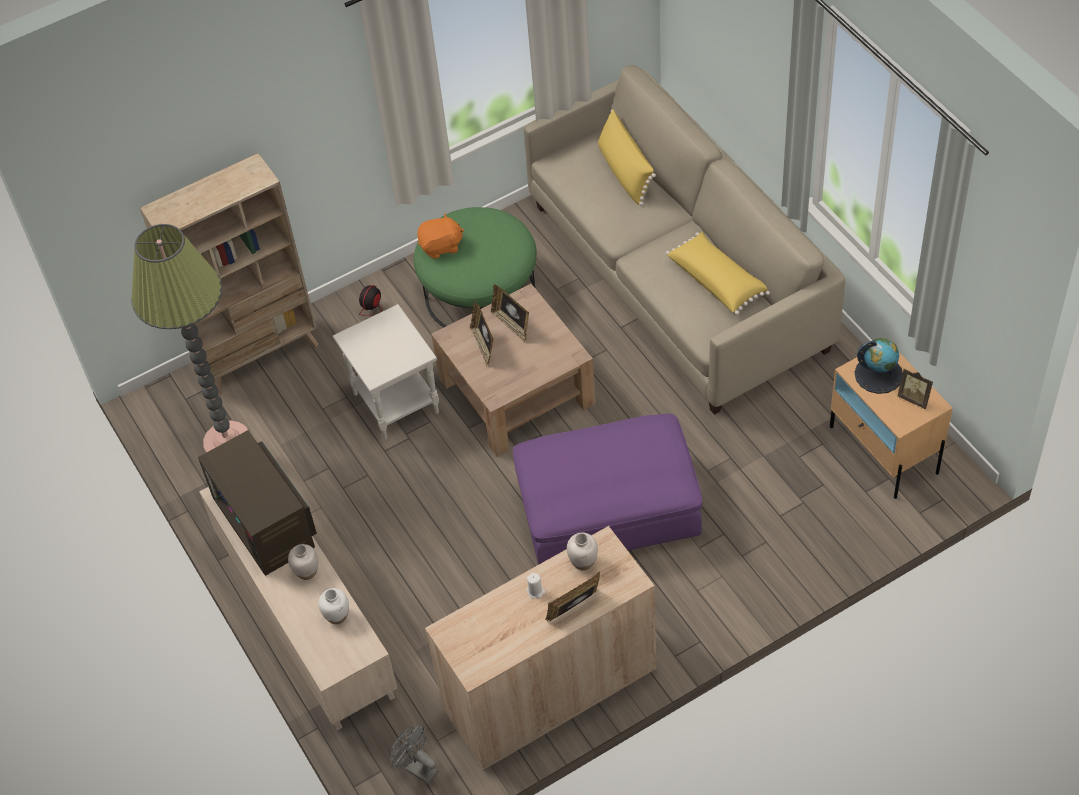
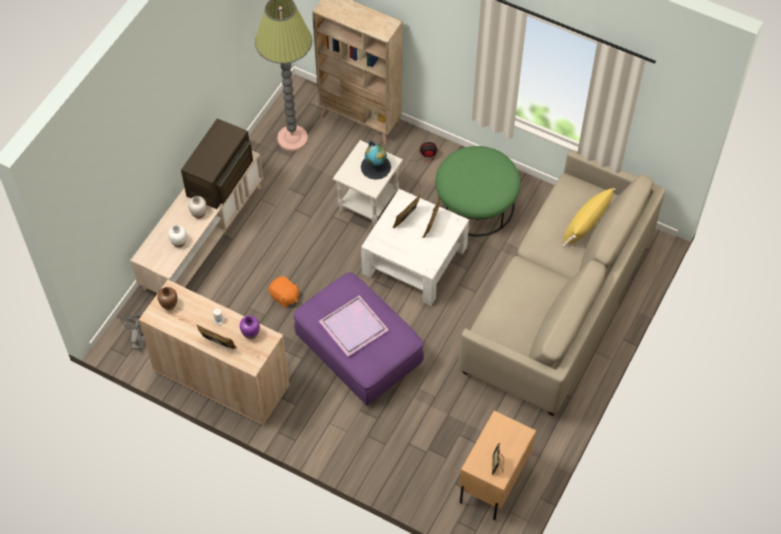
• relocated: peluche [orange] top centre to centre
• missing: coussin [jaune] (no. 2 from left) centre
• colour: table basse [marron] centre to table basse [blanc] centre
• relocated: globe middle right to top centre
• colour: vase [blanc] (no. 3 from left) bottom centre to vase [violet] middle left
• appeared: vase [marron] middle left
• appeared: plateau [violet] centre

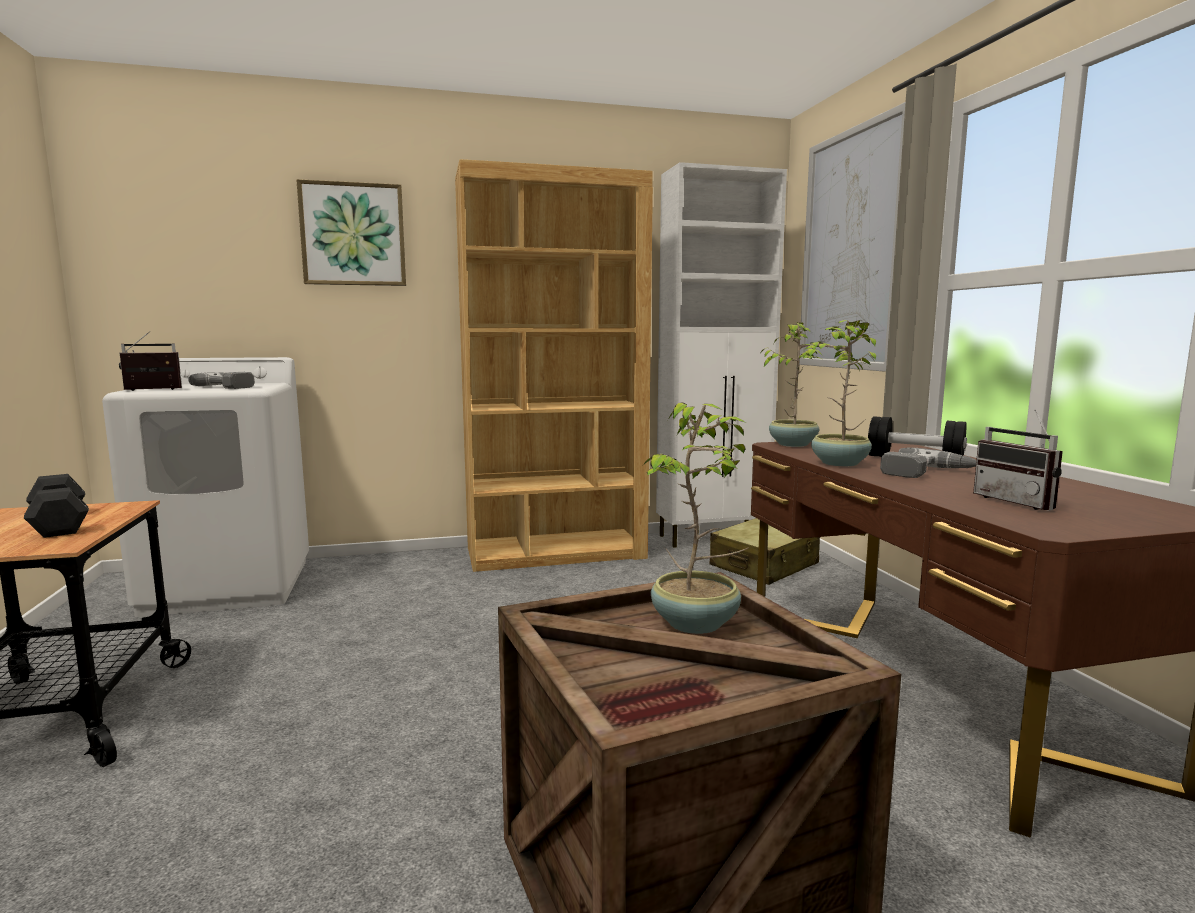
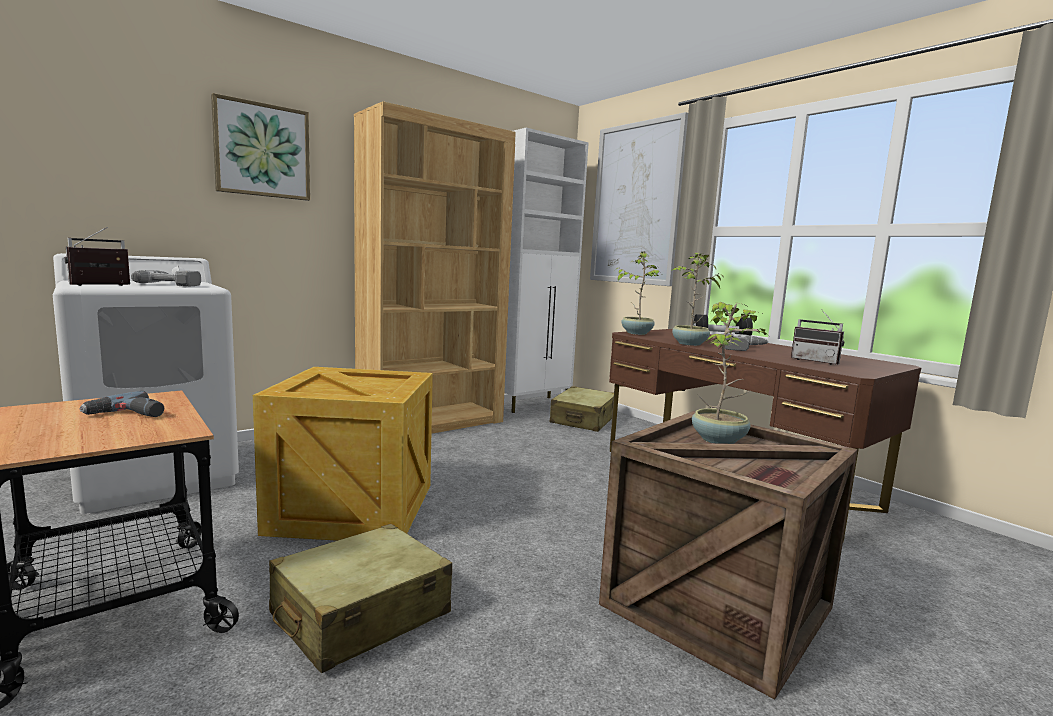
• exchanged: haltère [noir] (no. 1 from left) middle left to perceuse (no. 1 from left) middle left
• appeared: caisse (no. 1 from left) middle left
• appeared: valise [beige] (no. 1 from left) bottom centre

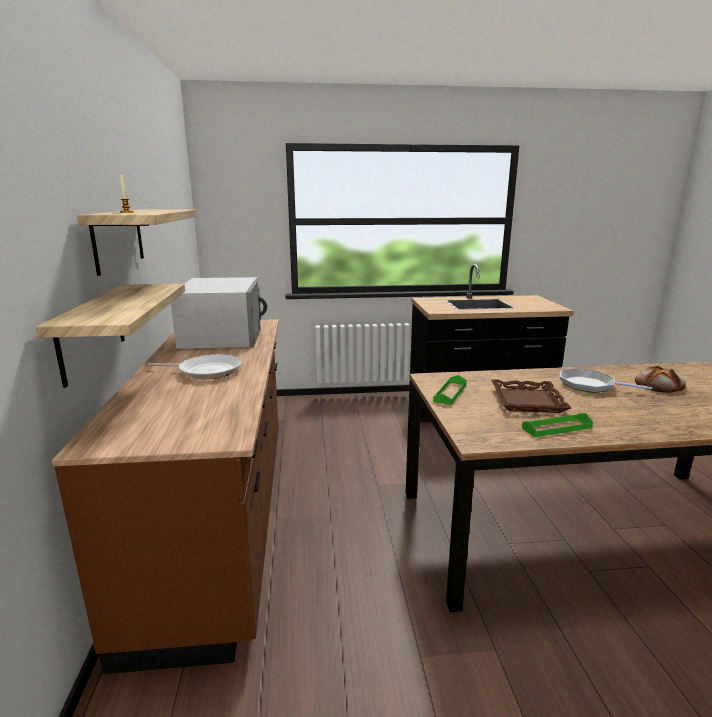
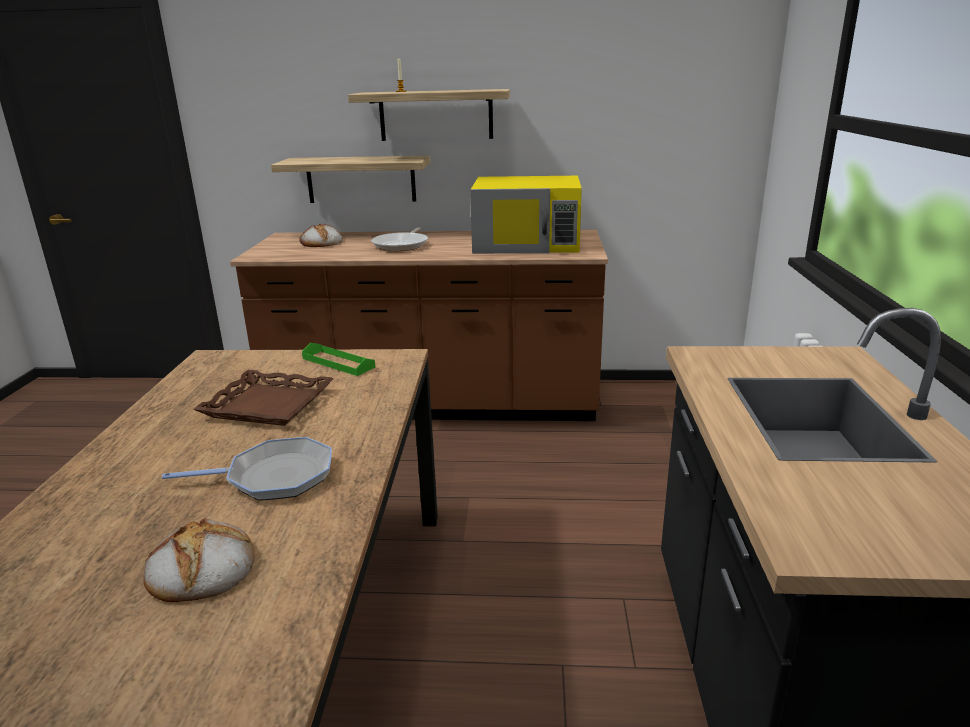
• colour: micro-ondes [blanc] middle left to micro-ondes [jaune] top centre
• spun: poêle (no. 2 from left in the first image) middle right = middle left 45 degrees clockwise
• missing: plateau [vert] (no. 2 from left) middle right
• appeared: pain (no. 2 from left) top left

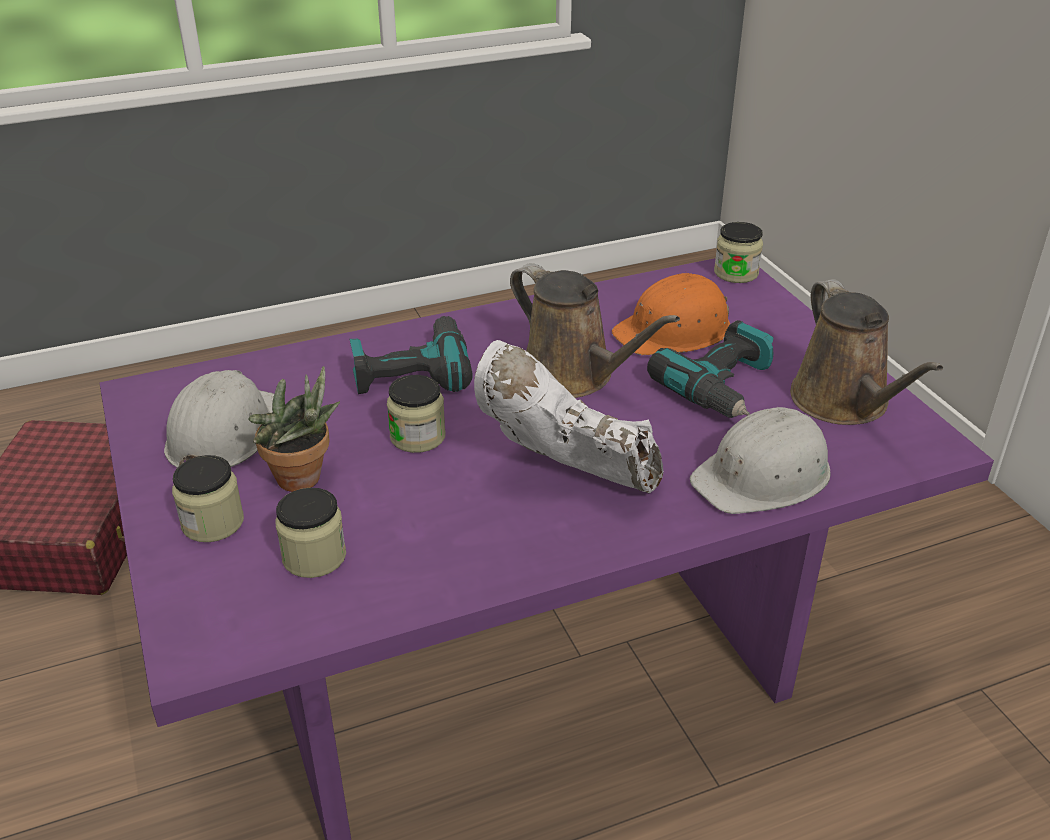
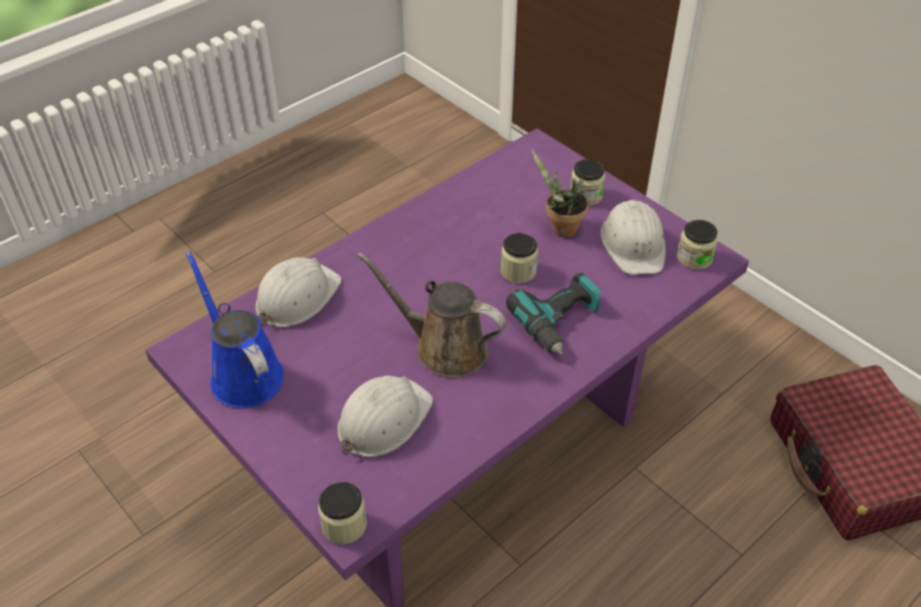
• colour: casque de chantier [orange] centre to casque de chantier [blanc] (no. 2 from left) bottom centre
• colour: arrosoir [marron] (no. 2 from left) middle right to arrosoir [bleu] middle left
• missing: perceuse (no. 2 from left) middle right
• missing: botte [blanc] centre
• relocated: bocal (no. 2 from left in the first image) middle left to bocal (no. 4 from left) middle right

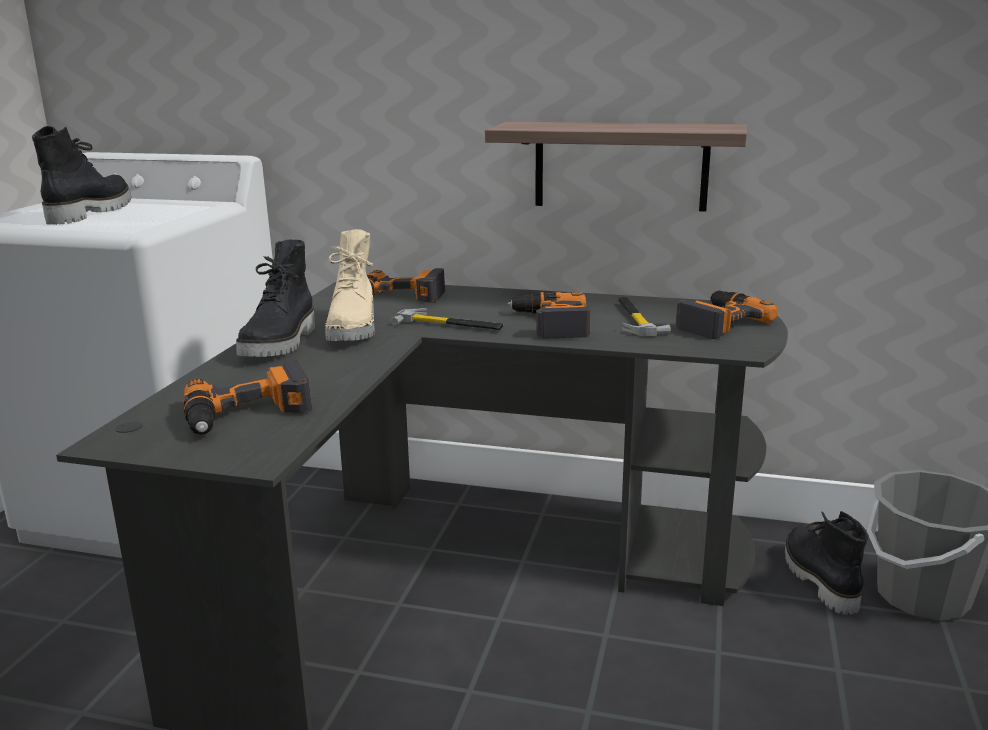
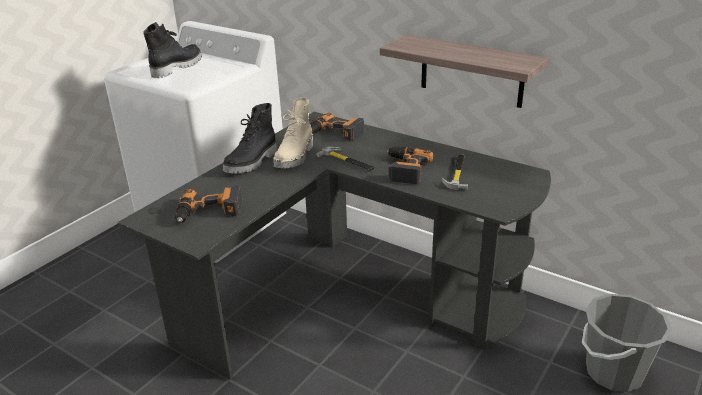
• missing: perceuse (no. 4 from left) middle right
• missing: botte [noir] (no. 3 from left) bottom right

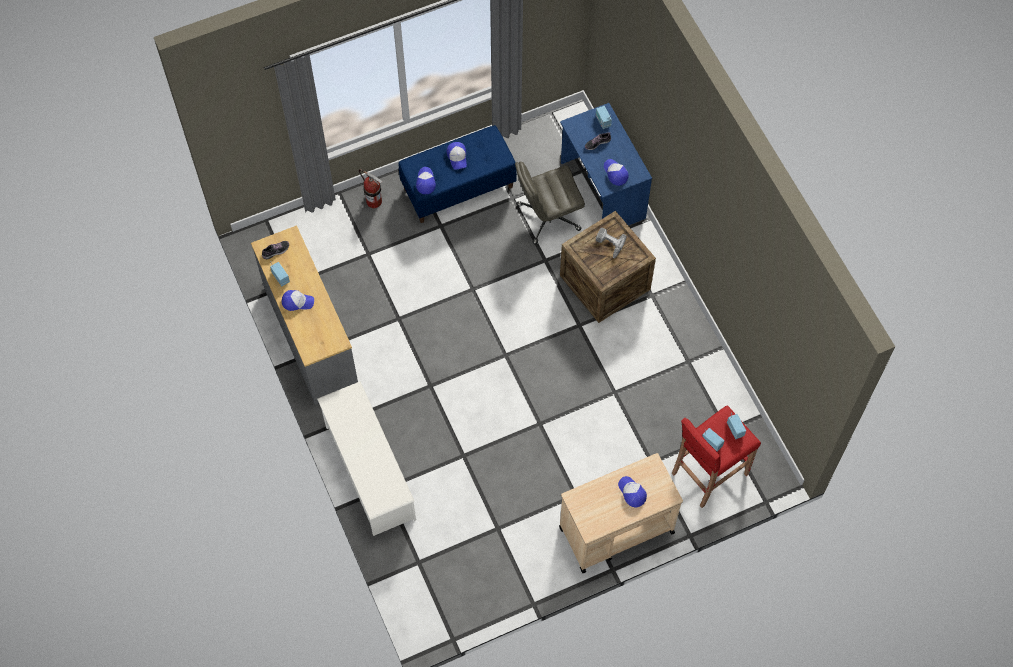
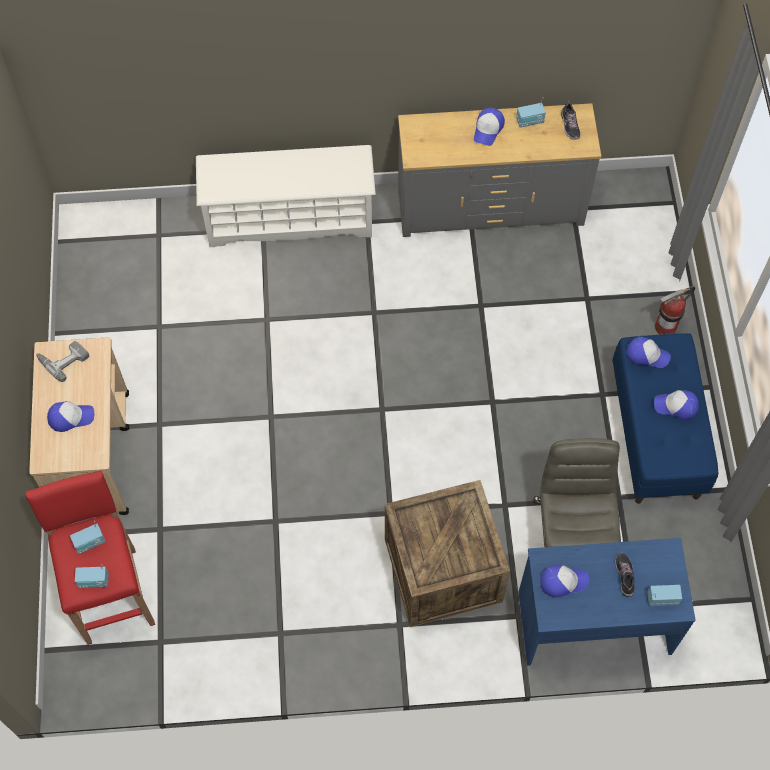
• relocated: perceuse centre to middle left

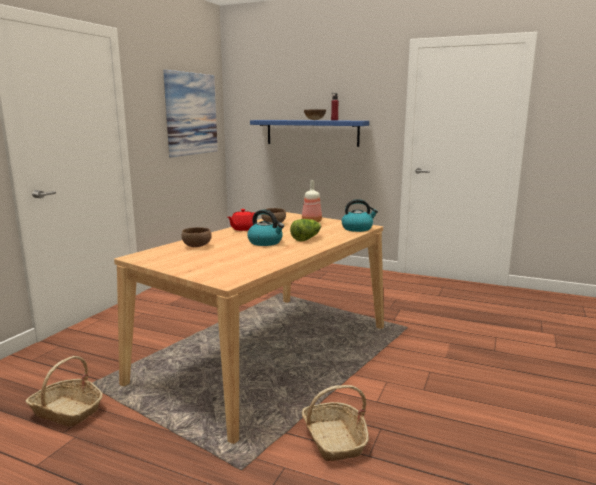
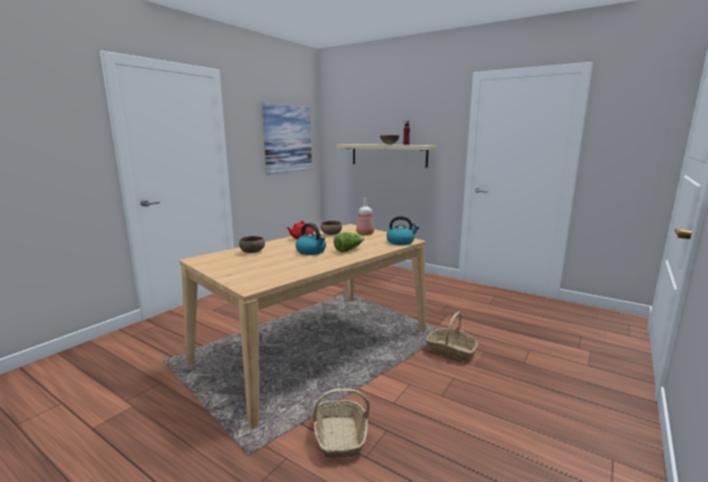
• colour: étagère [bleu] top centre to étagère [beige] top centre
• relocated: panier (no. 1 from left in the first image) bottom left to panier (no. 2 from left) bottom centre

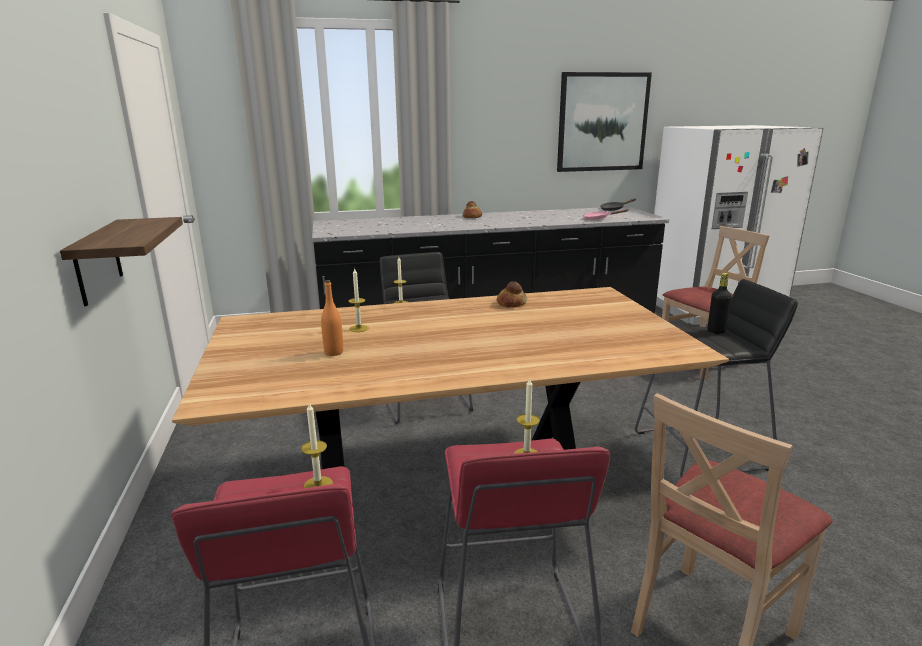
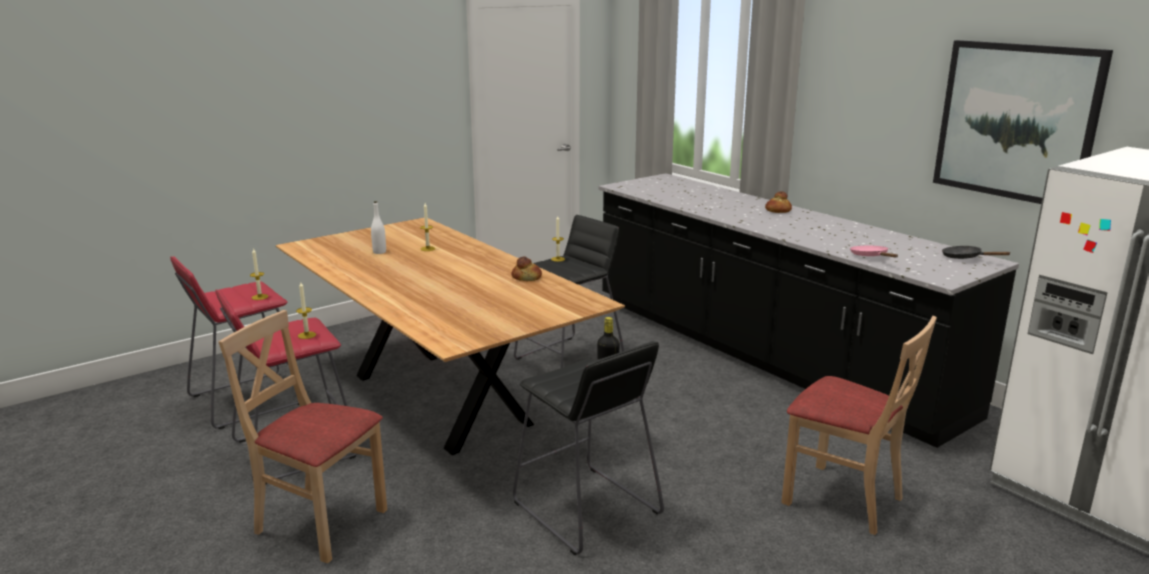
• missing: étagère middle left
• colour: bouteille [orange] centre to bouteille [blanc] middle left

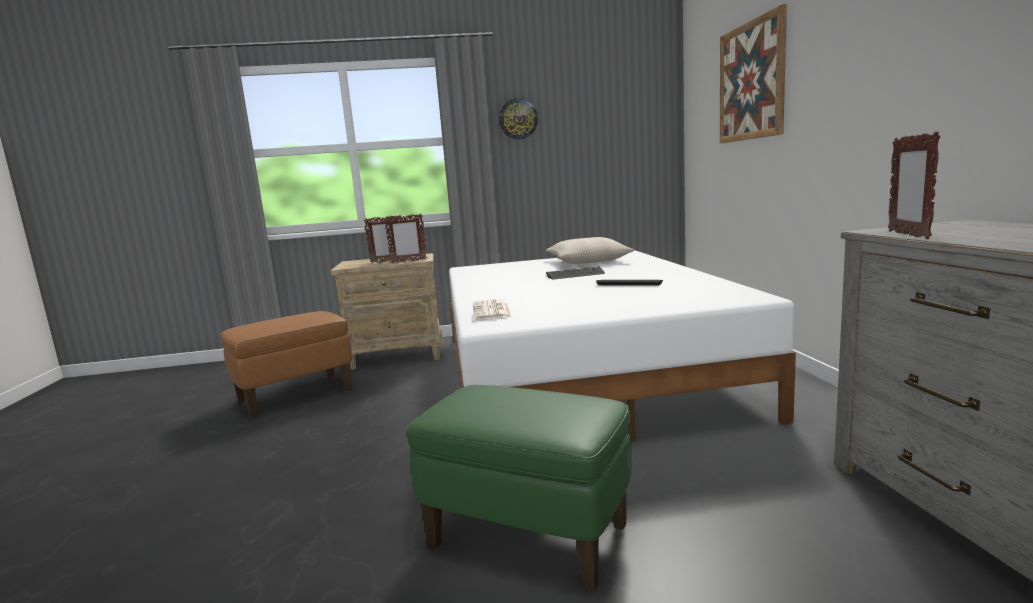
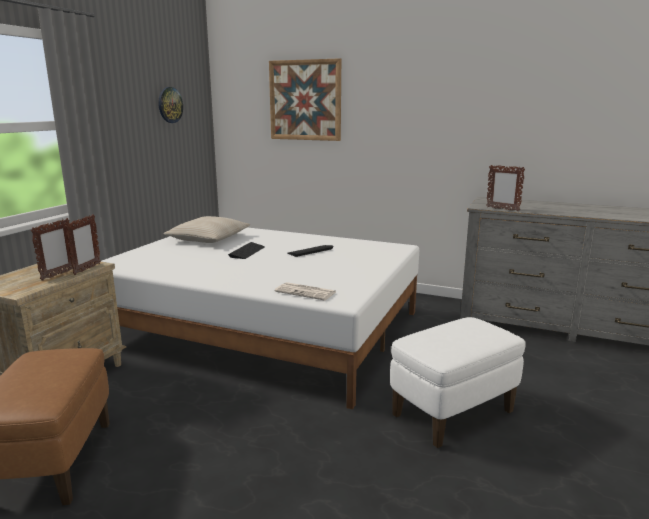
• relocated: horloge murale top centre to top left
• colour: pouf [vert] bottom centre to pouf [blanc] bottom right

